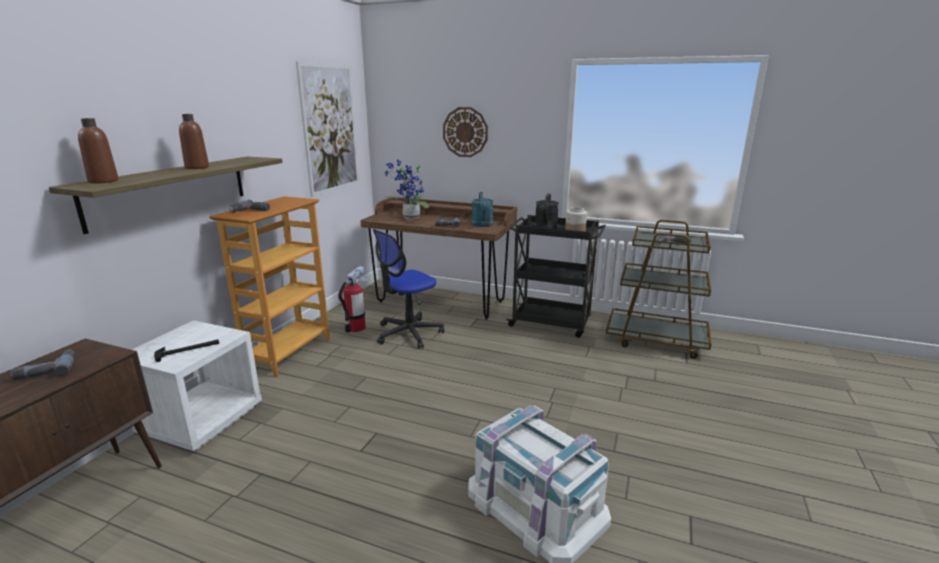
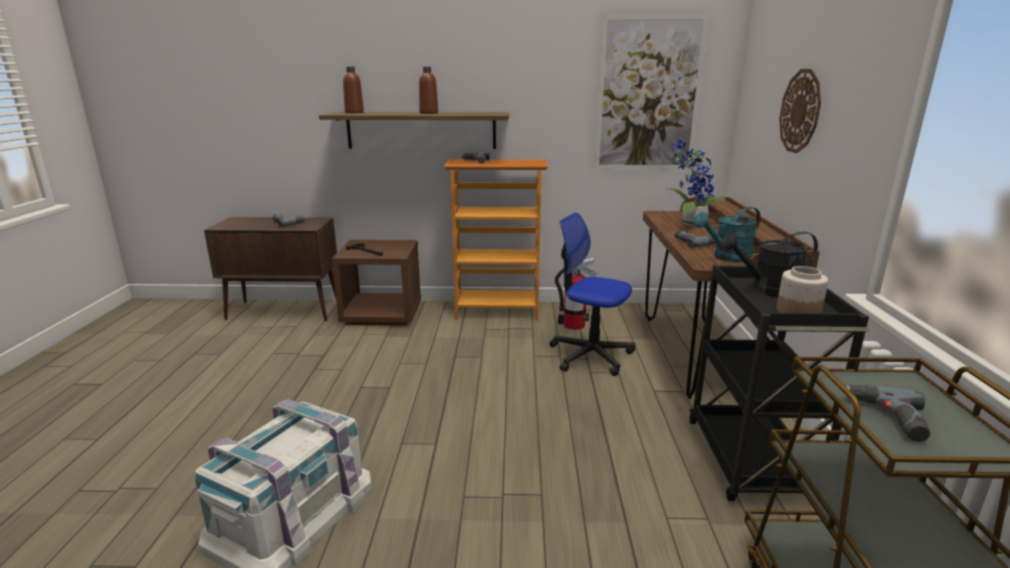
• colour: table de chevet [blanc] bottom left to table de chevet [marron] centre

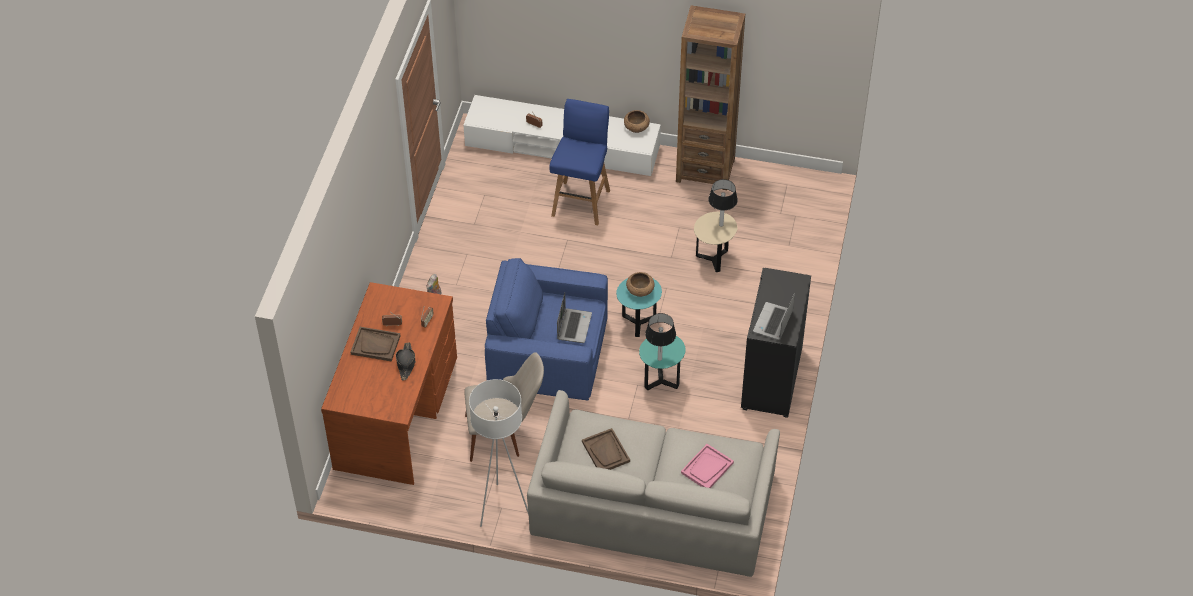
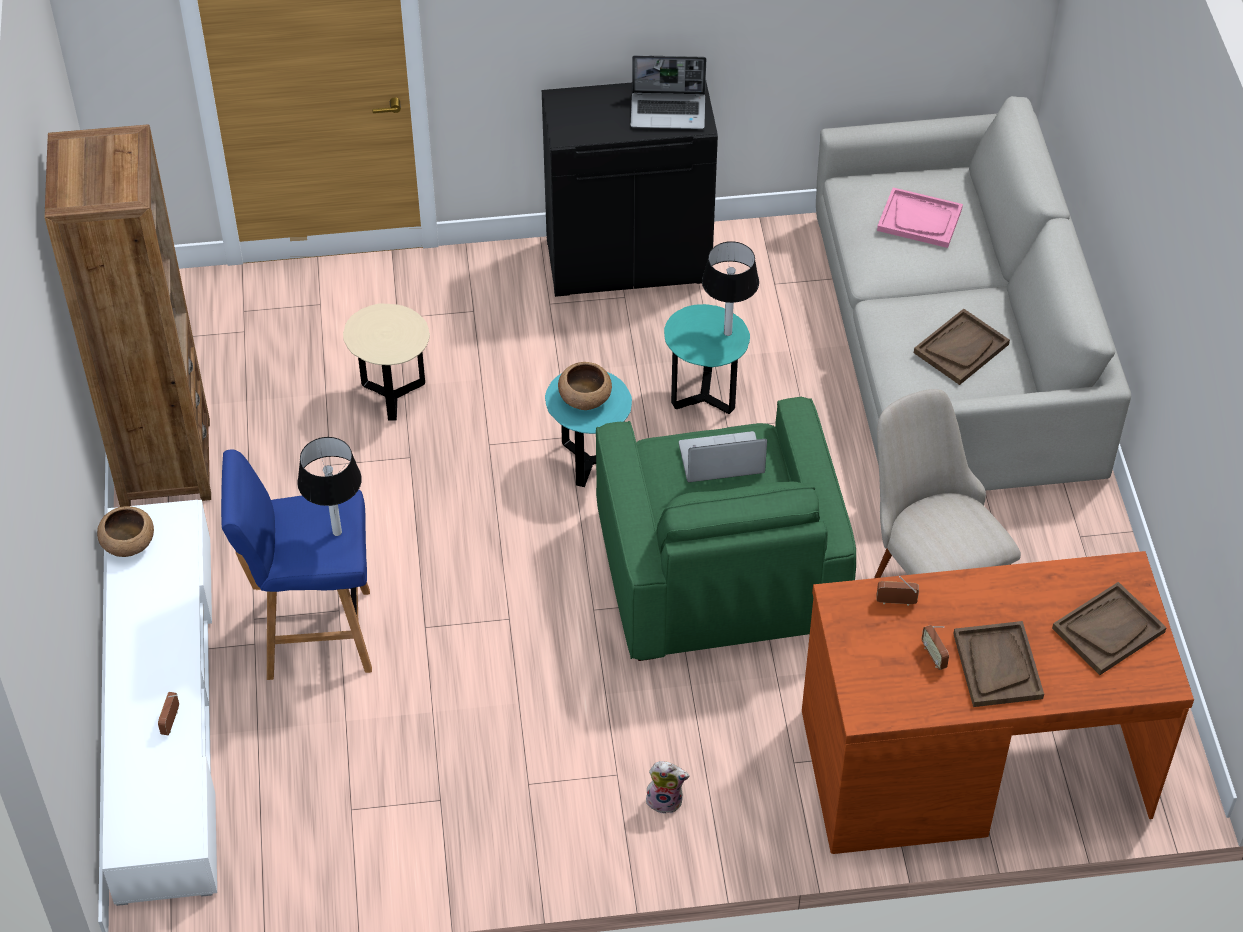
• relocated: lampe de table (no. 2 from left in the first image) centre to lampe de table (no. 1 from left) middle left
• colour: fauteuil [bleu] centre to fauteuil [vert] centre
• missing: chapeau [noir] centre
• missing: lampadaire [blanc] bottom centre
• appeared: plateau [marron] (no. 3 from left) bottom right

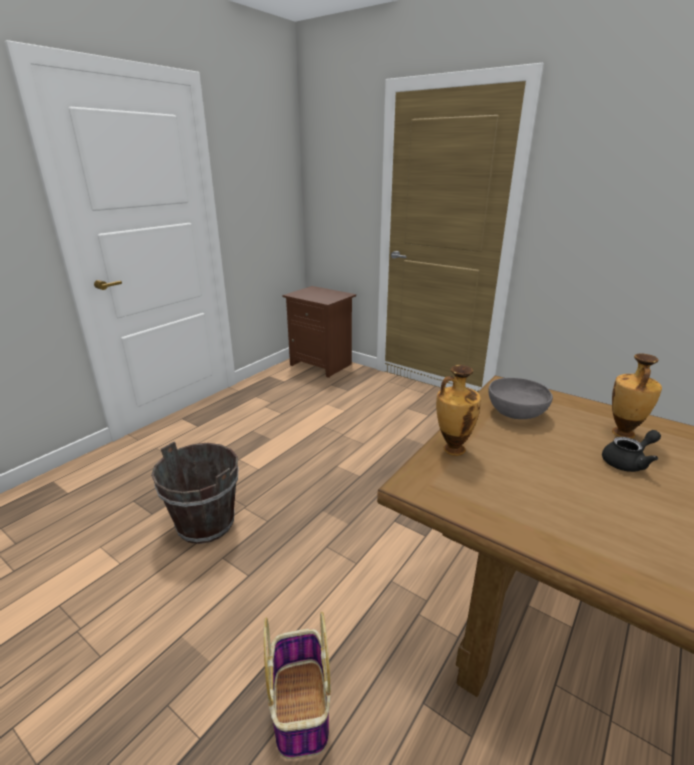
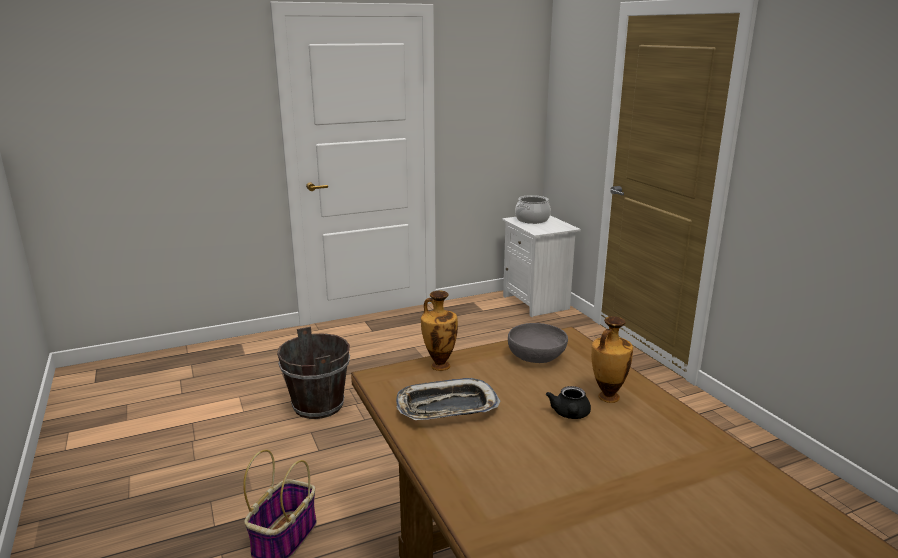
• colour: table de chevet [marron] centre to table de chevet [blanc] centre
• spun: théière [noir] middle right = bottom centre 90 degrees clockwise
• appeared: marmite centre
• appeared: plateau bottom centre

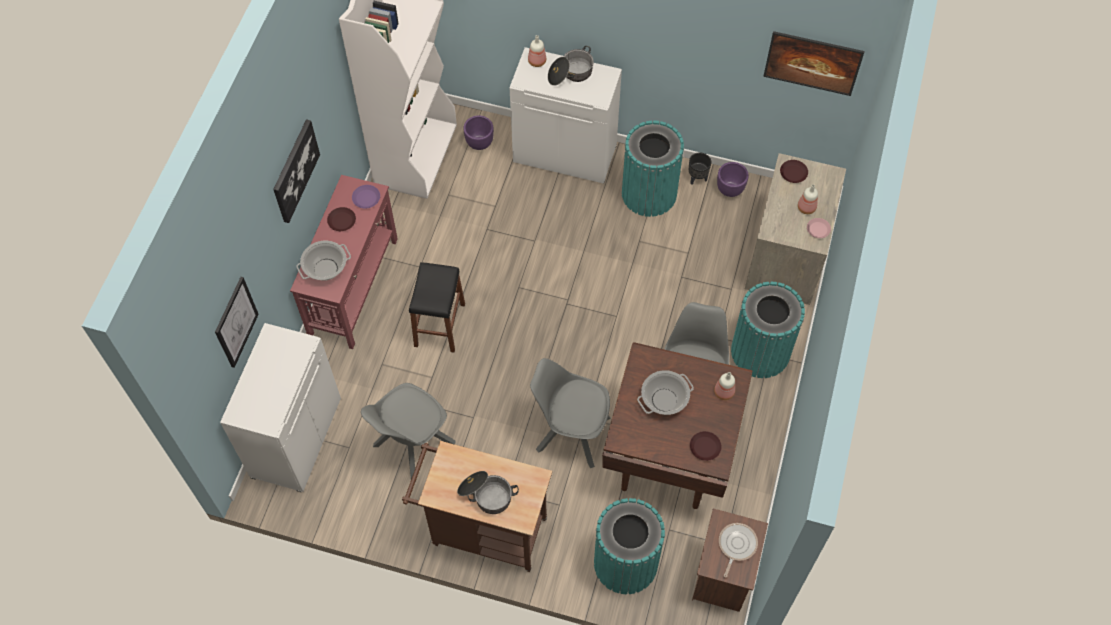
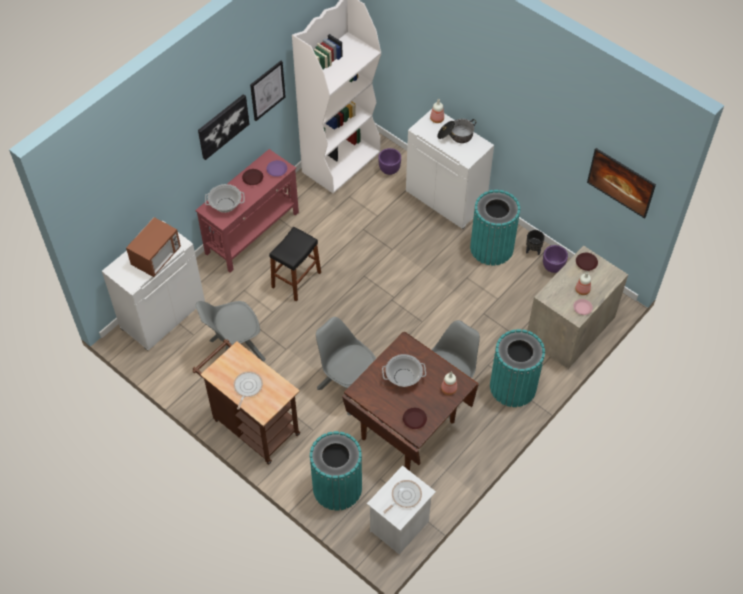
• relocated: tableau (no. 1 from left in the first image) middle left to tableau (no. 2 from left) top centre
• exchanged: marmite (no. 2 from left) bottom centre to poêle (no. 1 from left) centre
• colour: table de chevet [marron] bottom centre to table de chevet [blanc] bottom centre
• appeared: micro-ondes middle left

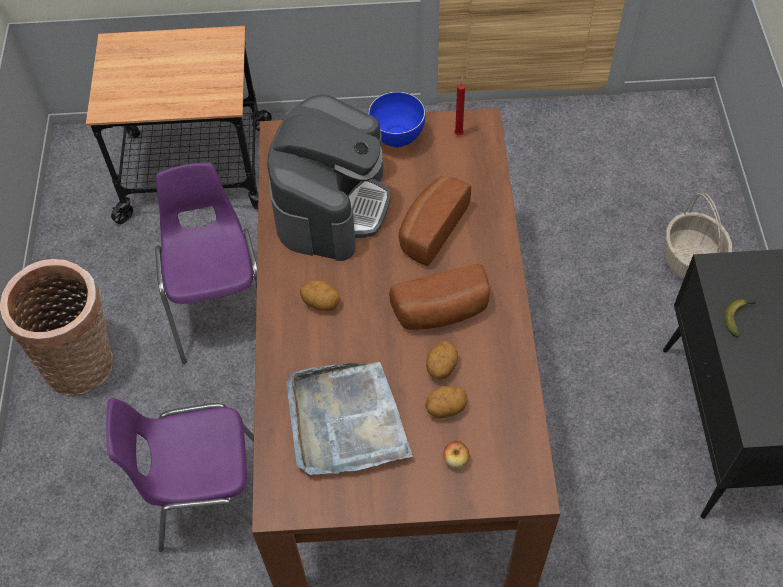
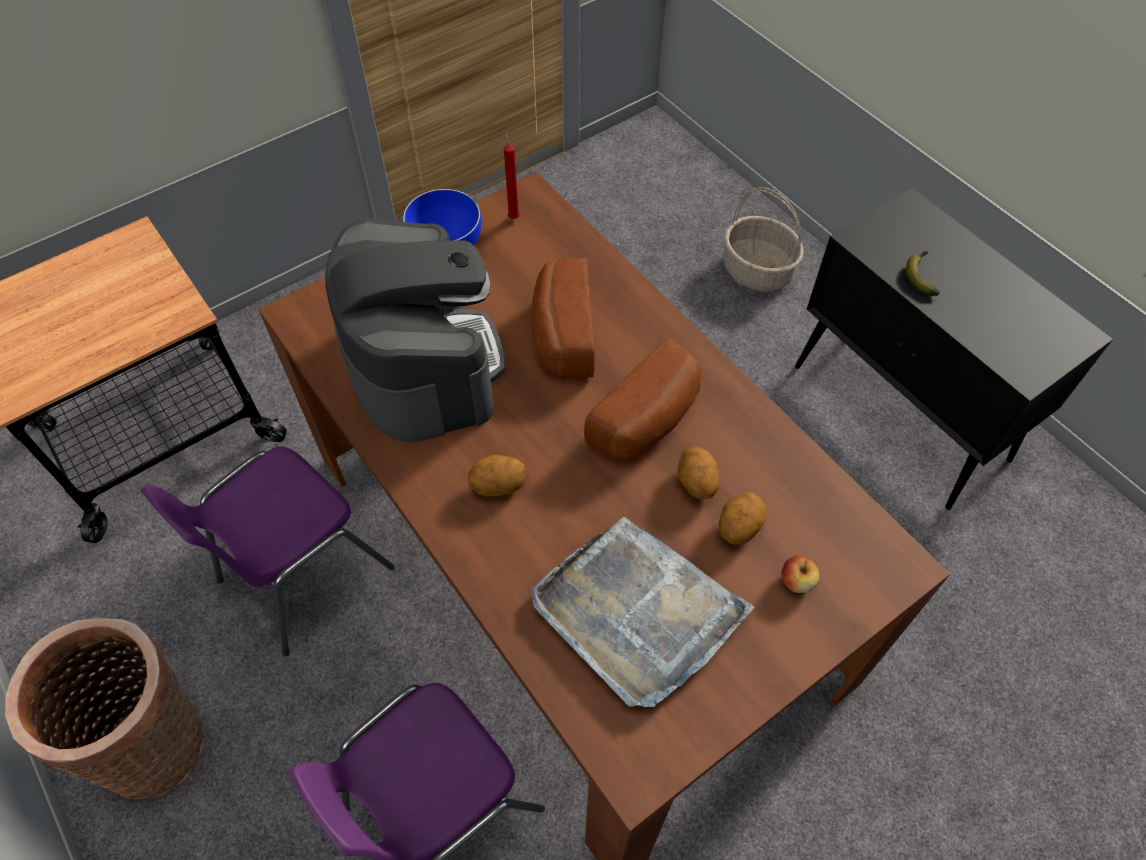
• spun: chaise [violet] (no. 2 from left in the first image) middle left = middle left 90 degrees counterclockwise

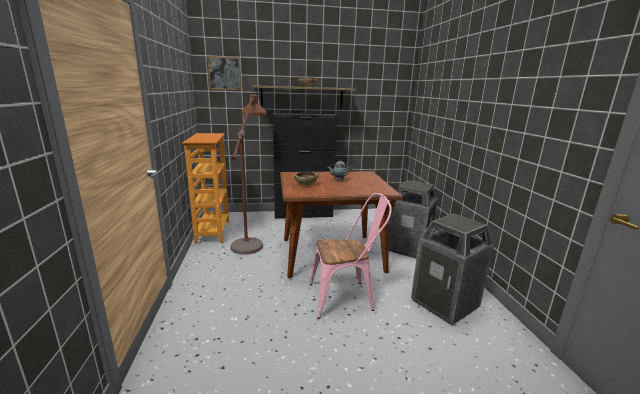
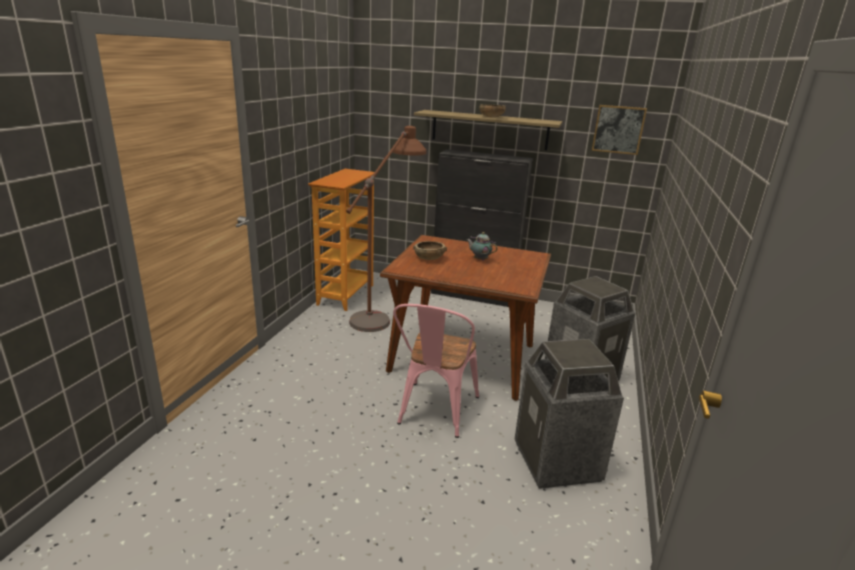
• relocated: tableau top centre to top right
• spun: chaise [rose] centre = centre 90 degrees clockwise

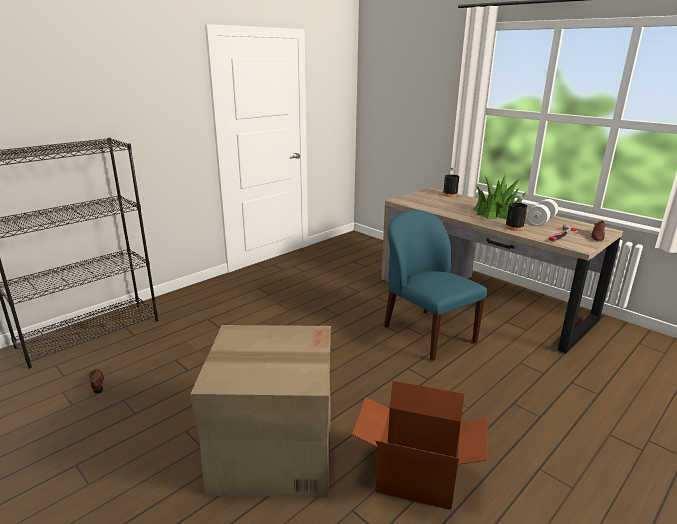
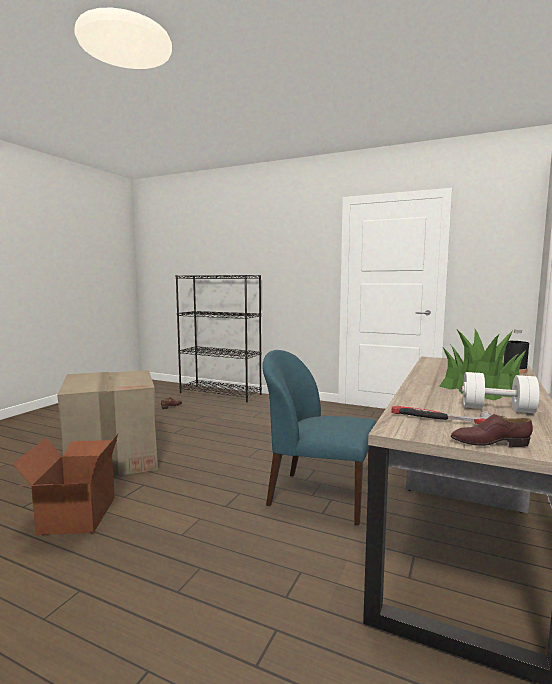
• missing: bouteille [noir] (no. 2 from left) middle right
• spun: chaise [bleu] centre = centre 105 degrees counterclockwise

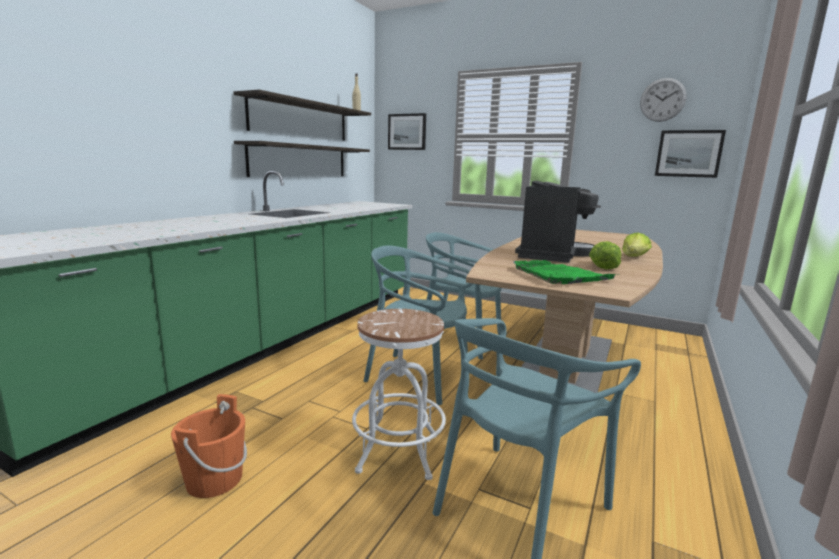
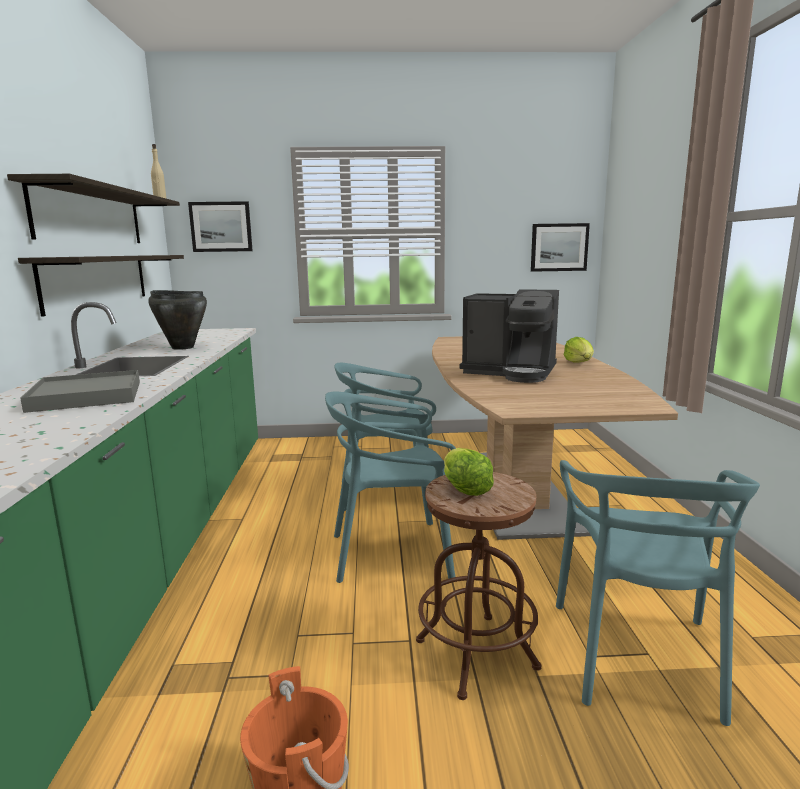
• missing: horloge murale top right
• spun: machine à café centre = centre 120 degrees clockwise
• relocated: laitue (no. 1 from left) middle right to centre
• missing: plateau [vert] middle right
• colour: tabouret [blanc] bottom centre to tabouret [marron] bottom centre
• appeared: marmite [noir] middle left
• appeared: plateau [gris] middle left

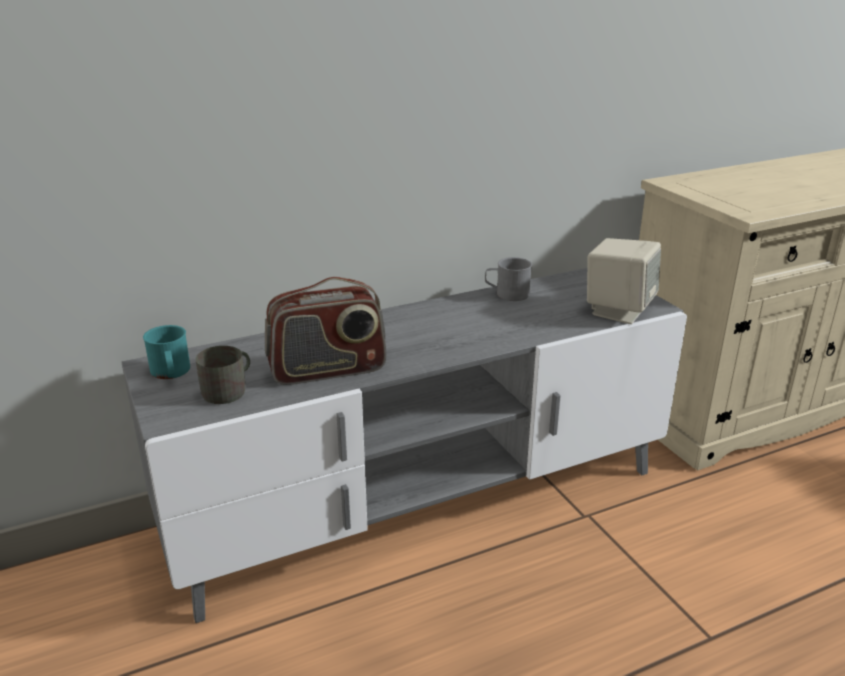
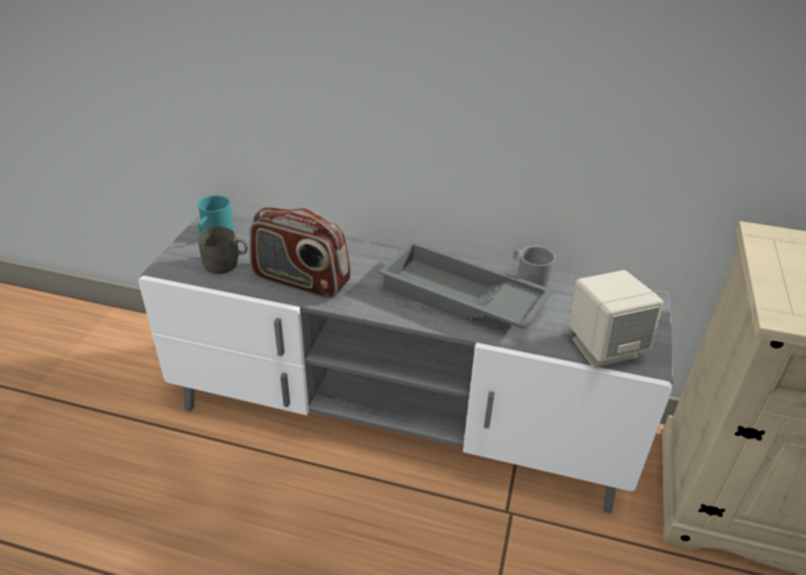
• appeared: plateau [gris] centre

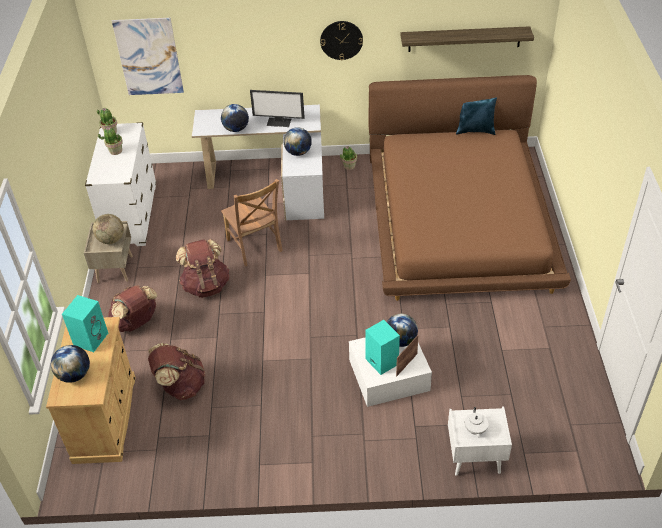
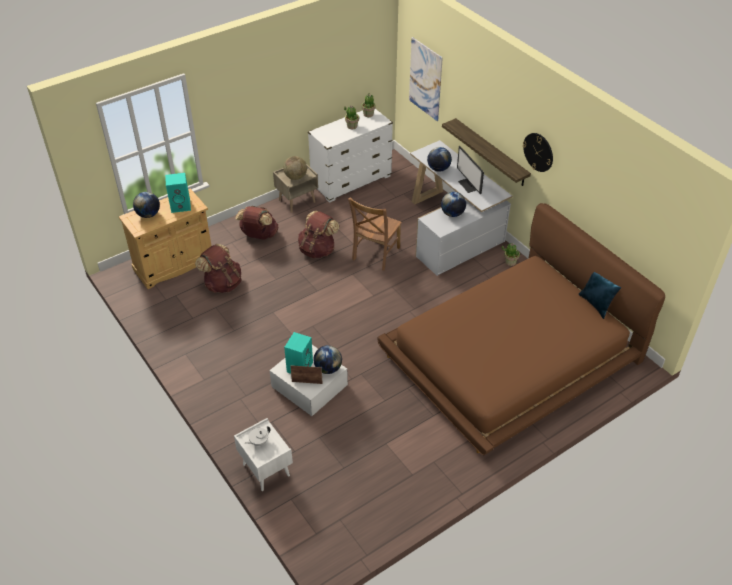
• relocated: étagère top right to top centre

